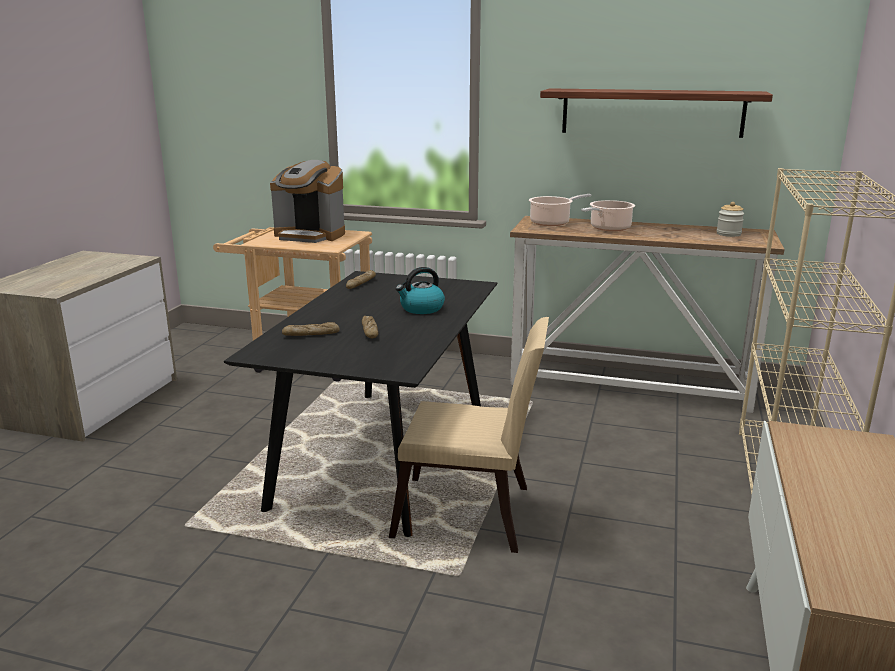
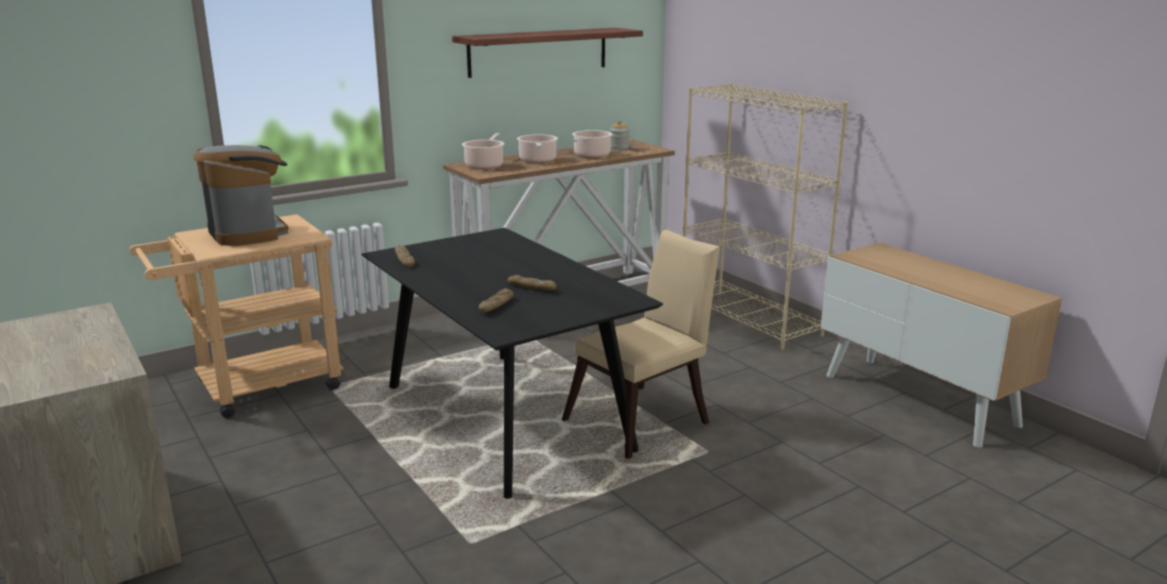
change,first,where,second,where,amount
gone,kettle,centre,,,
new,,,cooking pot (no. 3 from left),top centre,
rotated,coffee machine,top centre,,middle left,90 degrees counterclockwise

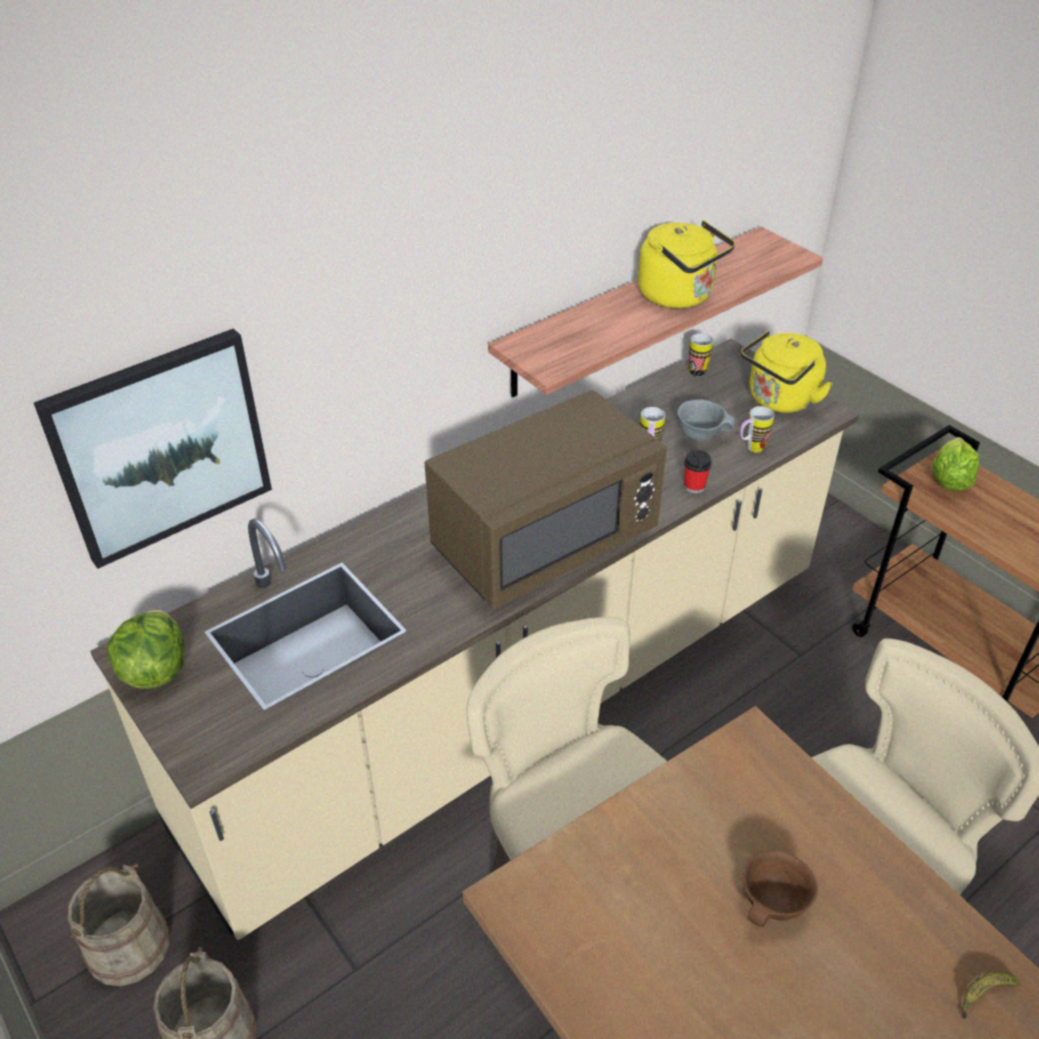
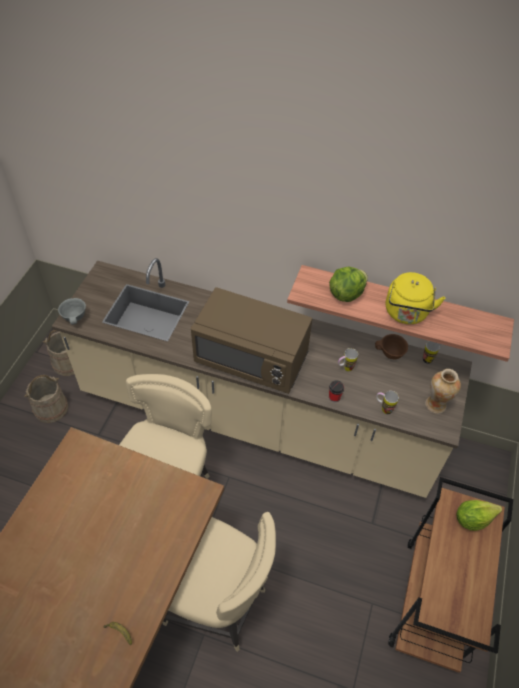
change,first,where,second,where,amount
gone,picture,middle left,,,
shifted,lettuce (no. 1 from left),middle left,,middle right,
shifted,grey bowl,middle right,,middle left,
shifted,brown bowl,bottom right,,middle right,
swapped,yellow kettle (no. 2 from left),middle right,vase,middle right,

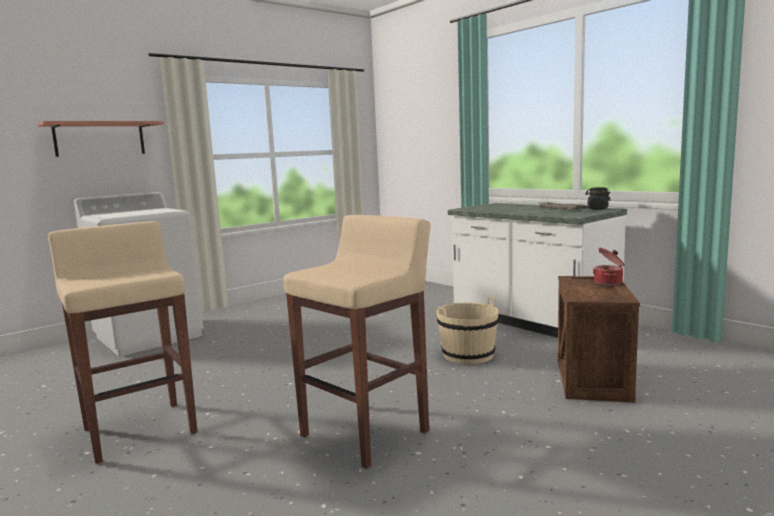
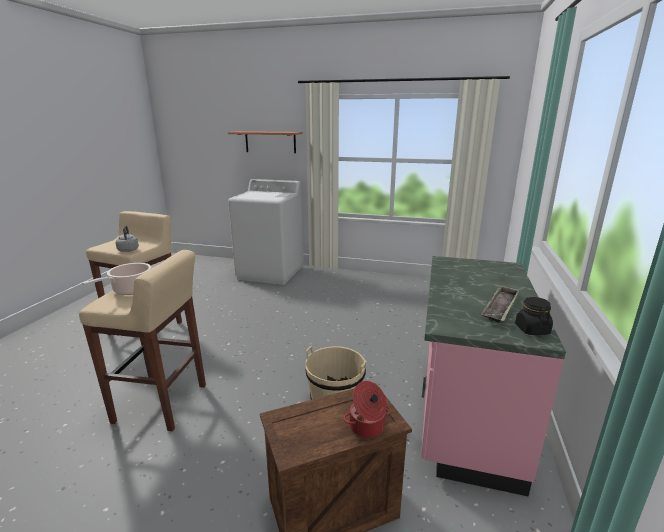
change,first,where,second,where,amount
new,,,cooking pot (no. 1 from left),middle left,
new,,,grey kettle,middle left,
repainted,white counter,middle right,pink counter,bottom right,

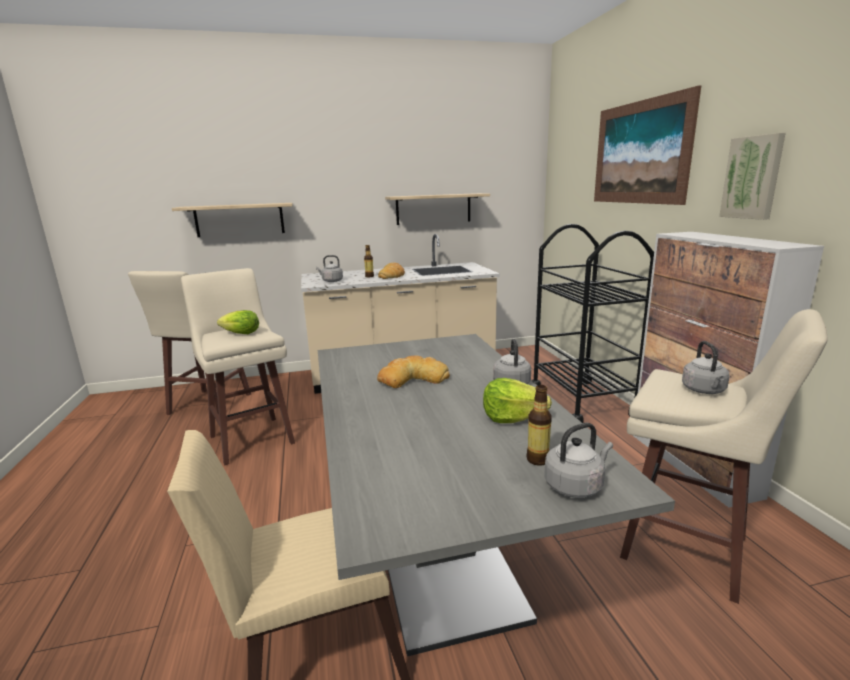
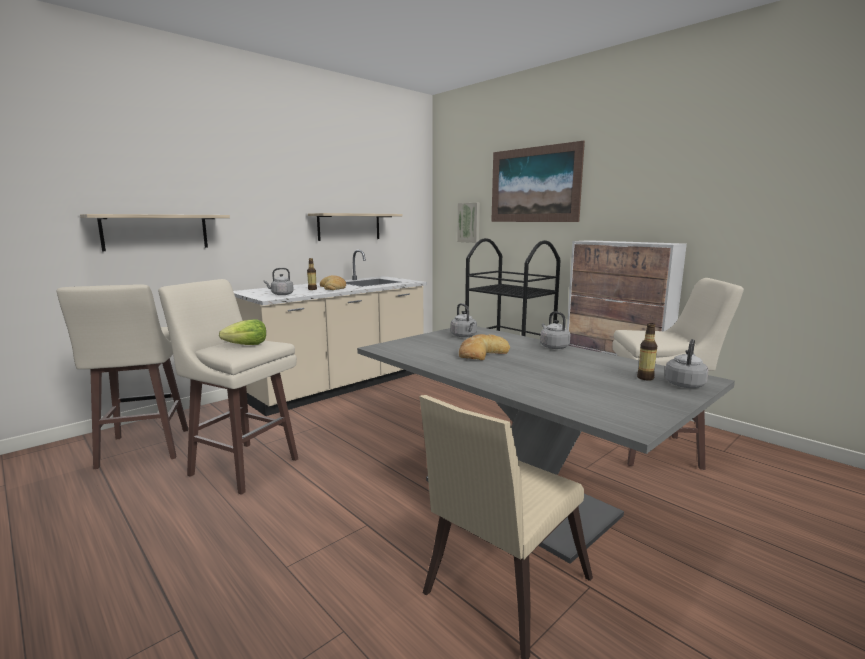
change,first,where,second,where,amount
gone,lettuce (no. 2 from left),centre,,,
shifted,grey kettle (no. 4 from left in the first image),middle right,grey kettle (no. 2 from left),centre,
shifted,picture (no. 2 from left in the first image),top right,picture (no. 1 from left),centre,

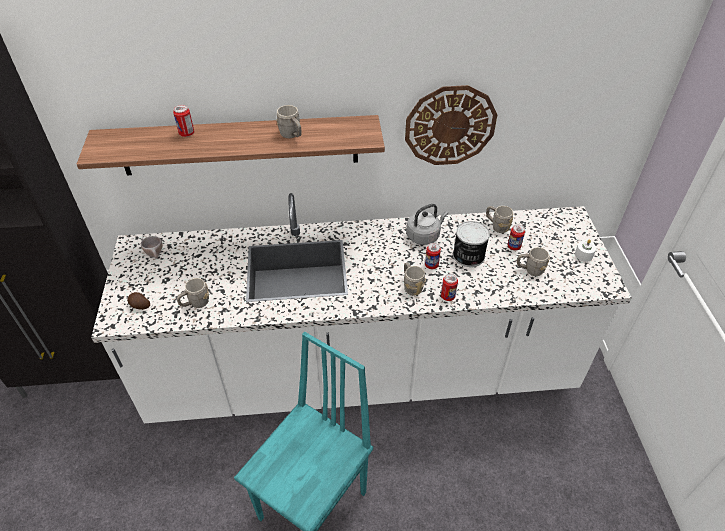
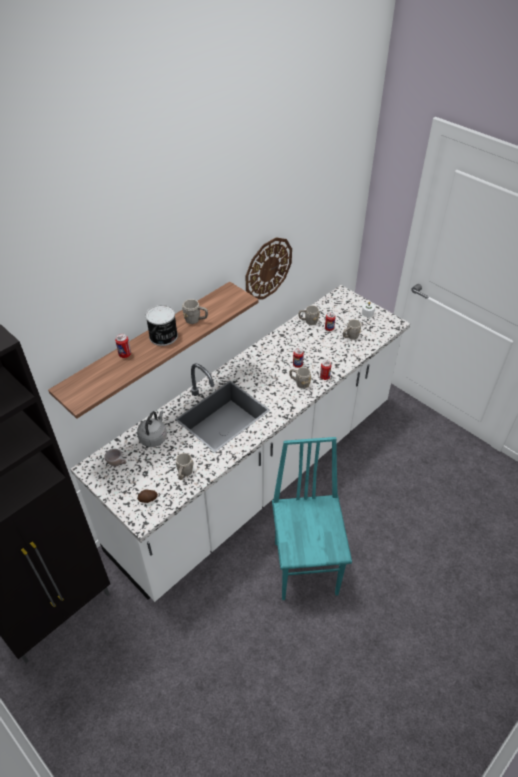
change,first,where,second,where,amount
shifted,grey kettle,centre,,middle left,
shifted,can (no. 4 from left in the first image),centre,can (no. 2 from left),middle left,

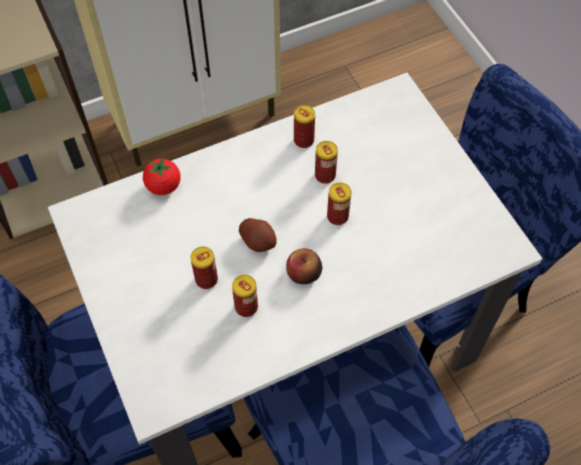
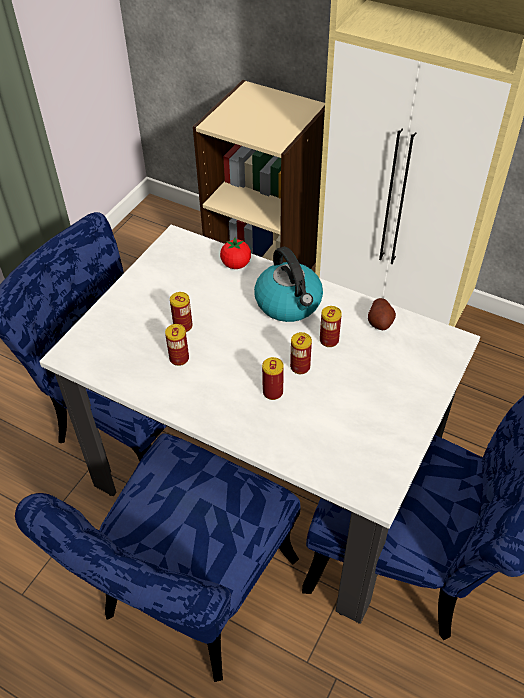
change,first,where,second,where,amount
gone,apple,centre,,,
new,,,kettle,centre,
shifted,potato,centre,,middle right,
shifted,can (no. 3 from left),top centre,,centre,

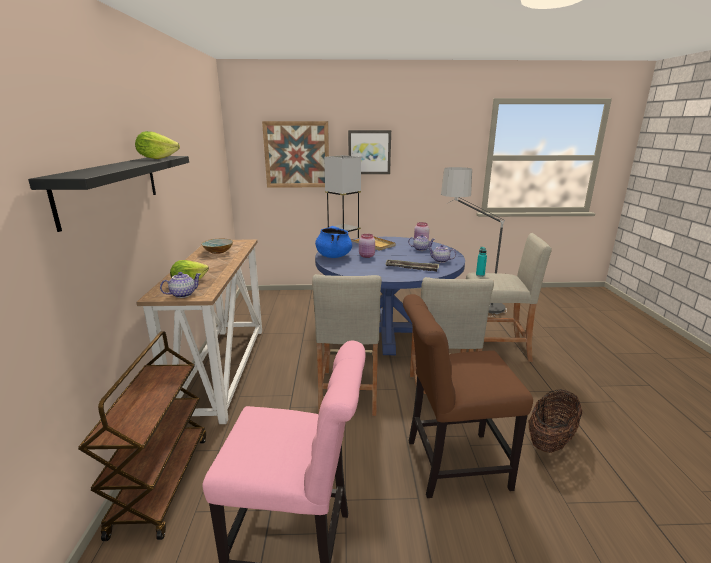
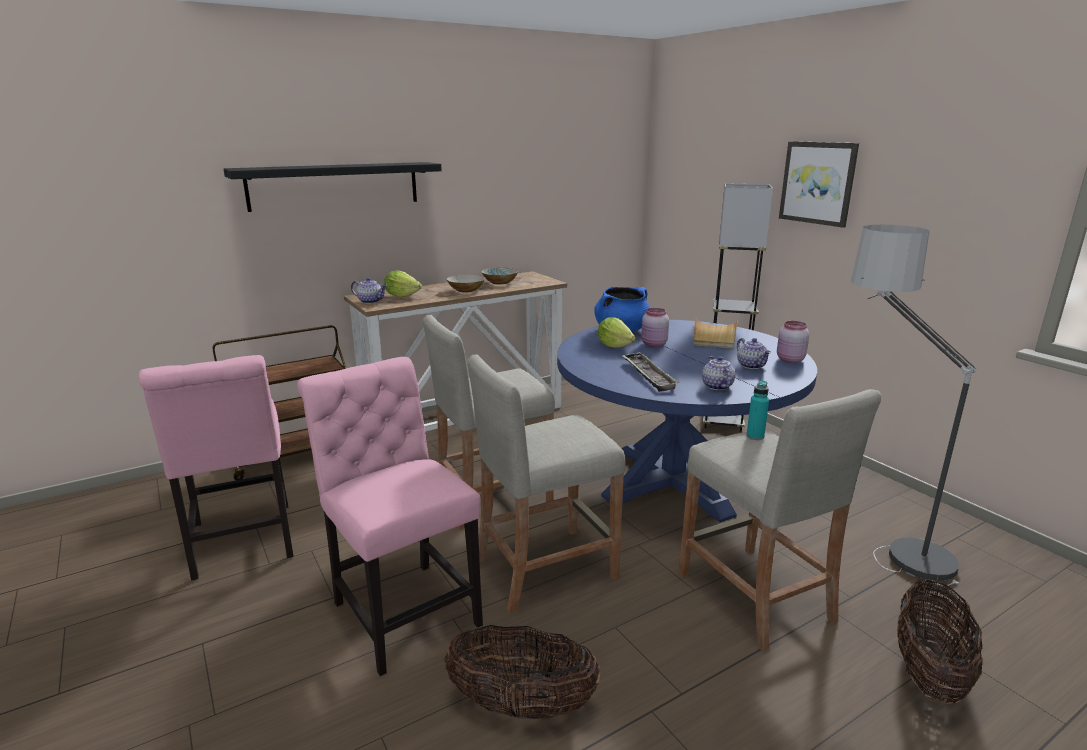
change,first,where,second,where,amount
gone,picture (no. 1 from left),top centre,,,
new,,,bowl (no. 1 from left),centre,
new,,,basket (no. 2 from left),bottom right,
shifted,lettuce (no. 1 from left in the first image),top left,lettuce (no. 2 from left),centre,
repainted,brown chair,bottom centre,pink chair (no. 2 from left),bottom centre,

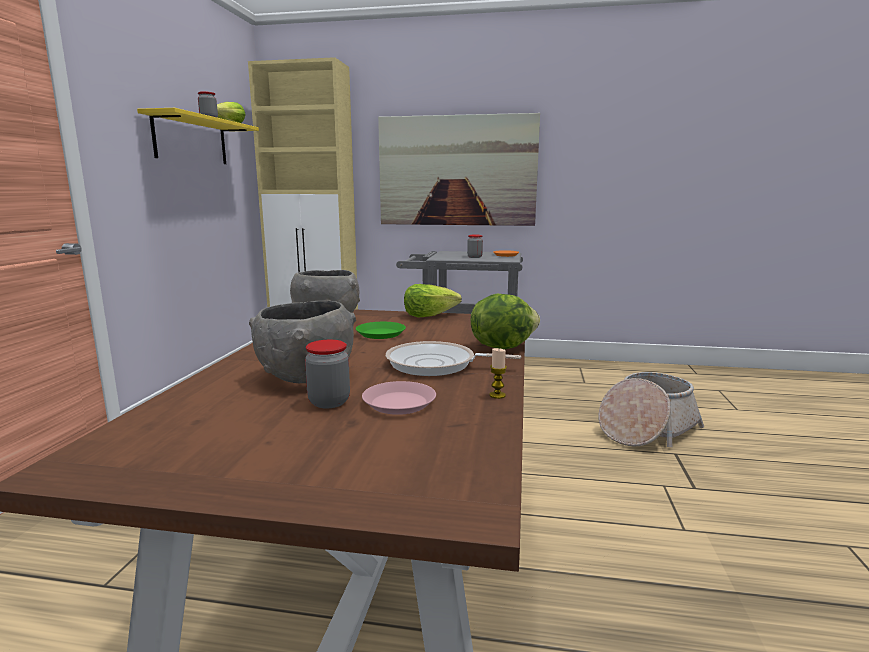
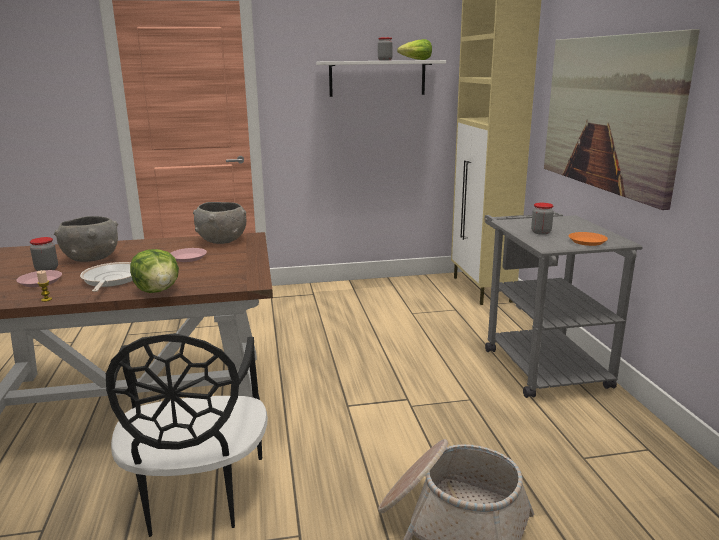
change,first,where,second,where,amount
gone,lettuce (no. 2 from left),centre,,,
new,,,black chair,bottom left,
repainted,yellow shelf,top left,white shelf,top centre,
repainted,green plate,centre,pink plate (no. 2 from left),middle left,

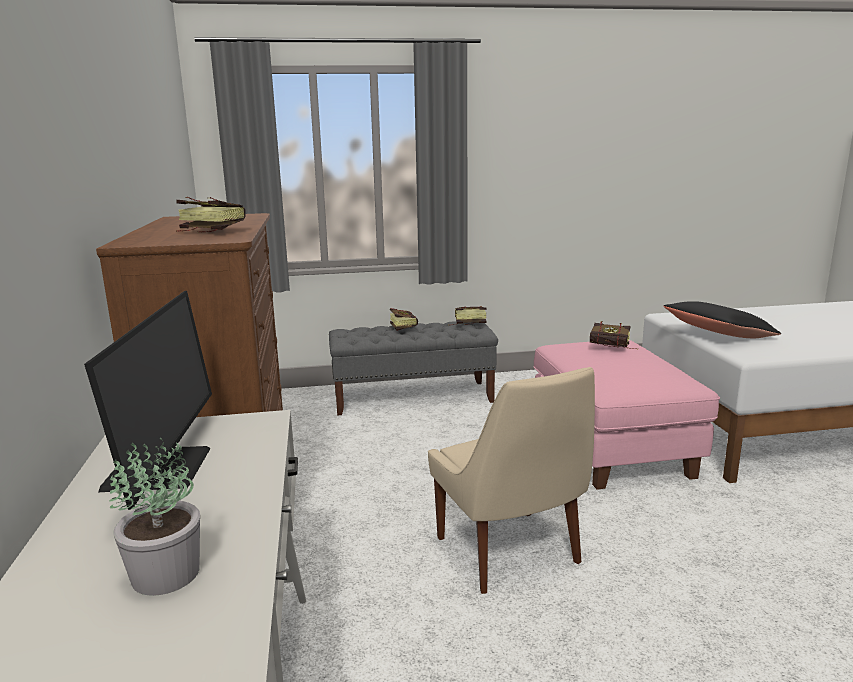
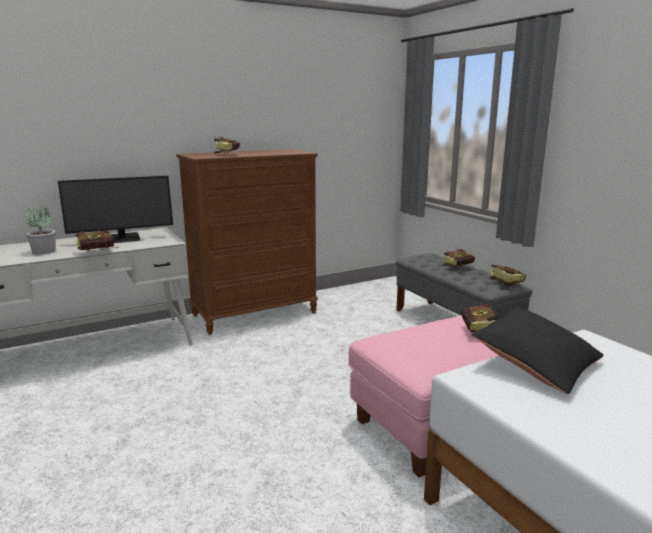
change,first,where,second,where,amount
gone,beige chair,bottom centre,,,
new,,,book (no. 1 from left),middle left,

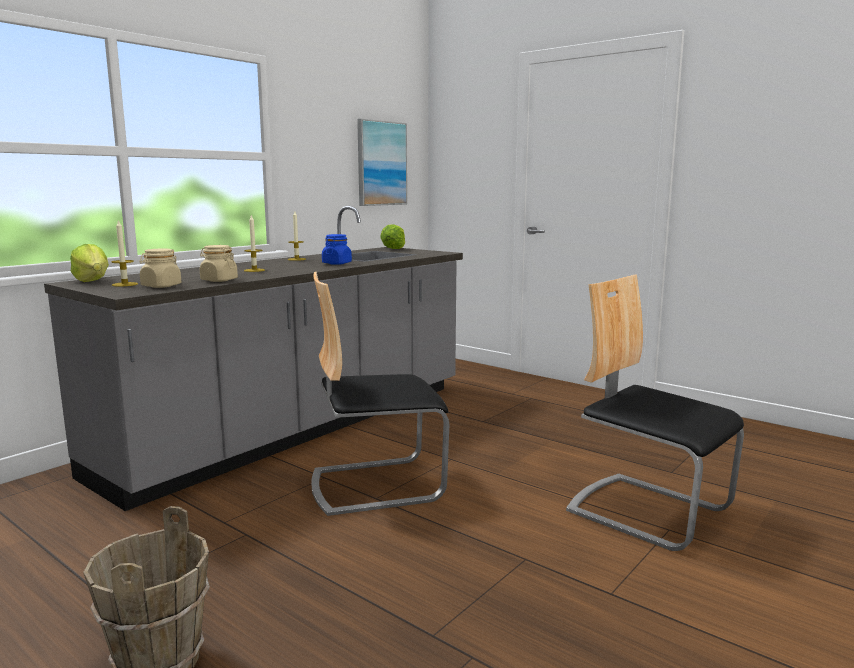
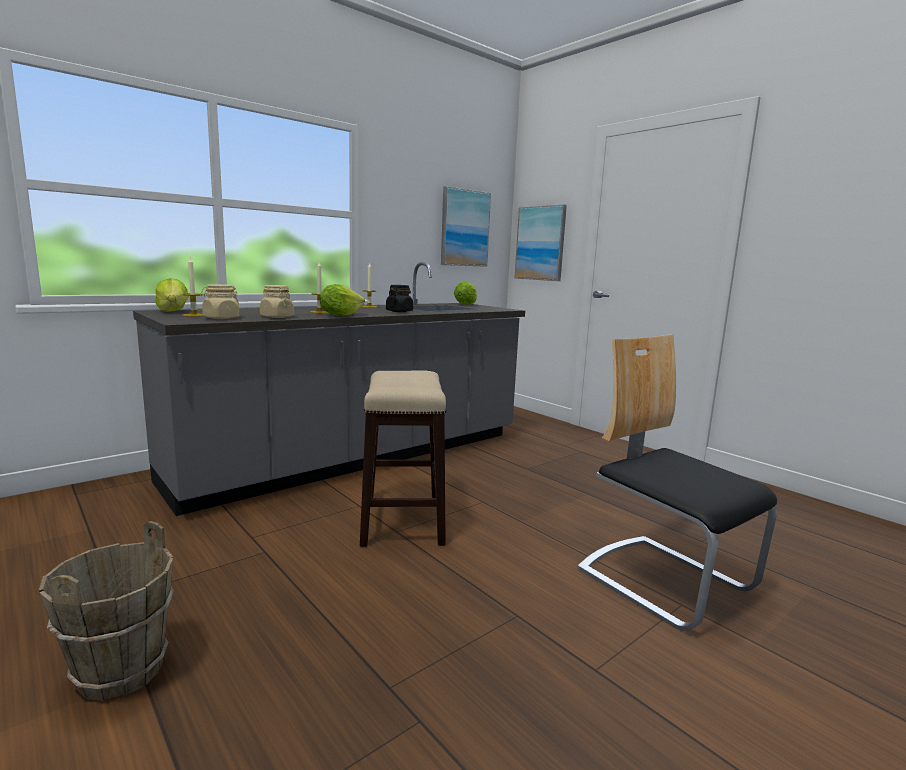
change,first,where,second,where,amount
new,,,lettuce (no. 2 from left),centre,
new,,,picture (no. 2 from left),top centre,
swapped,chair (no. 1 from left),centre,stool,centre,
repainted,blue jar,centre,black jar,centre,

